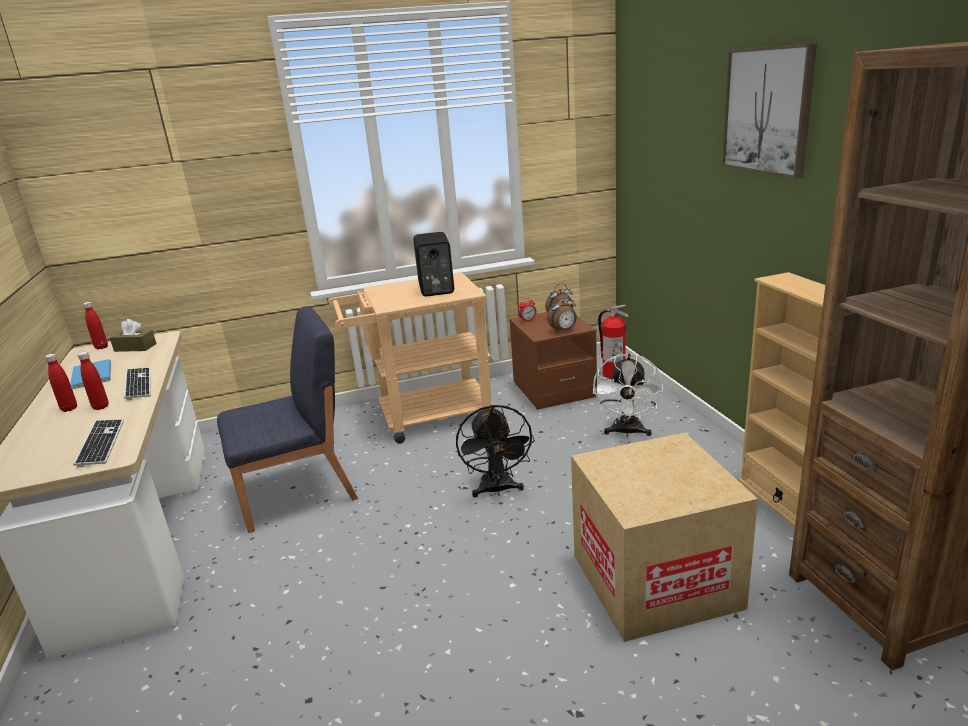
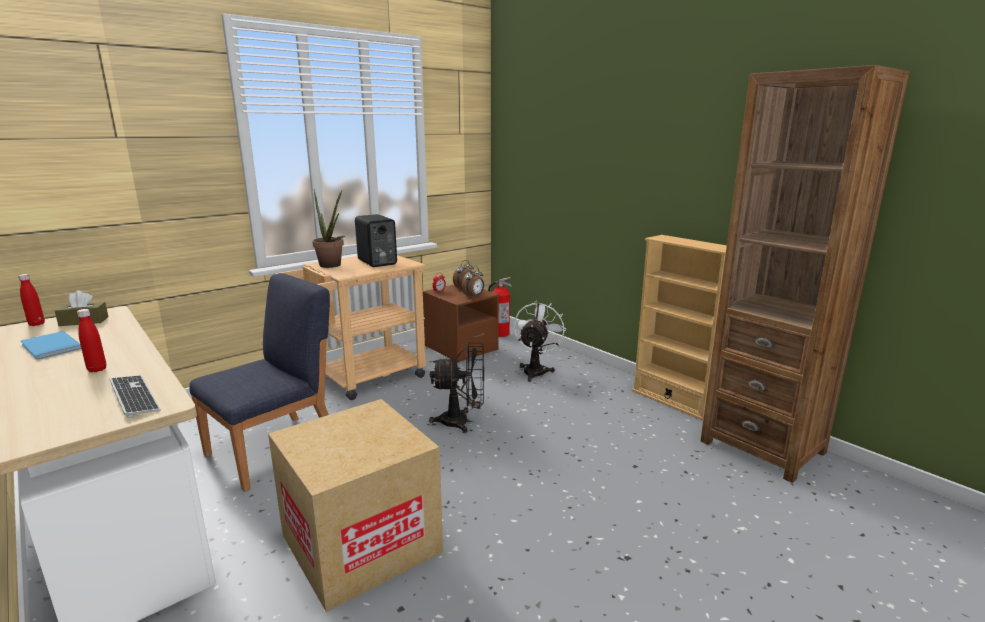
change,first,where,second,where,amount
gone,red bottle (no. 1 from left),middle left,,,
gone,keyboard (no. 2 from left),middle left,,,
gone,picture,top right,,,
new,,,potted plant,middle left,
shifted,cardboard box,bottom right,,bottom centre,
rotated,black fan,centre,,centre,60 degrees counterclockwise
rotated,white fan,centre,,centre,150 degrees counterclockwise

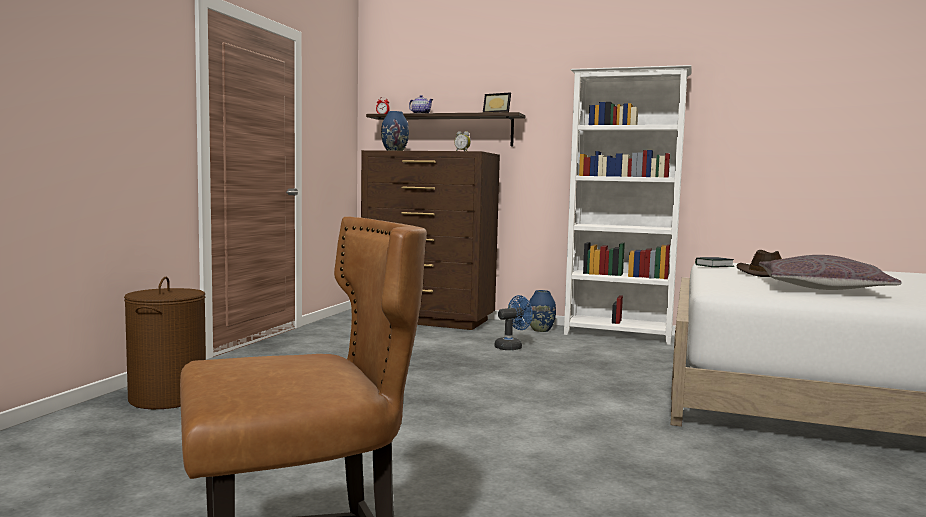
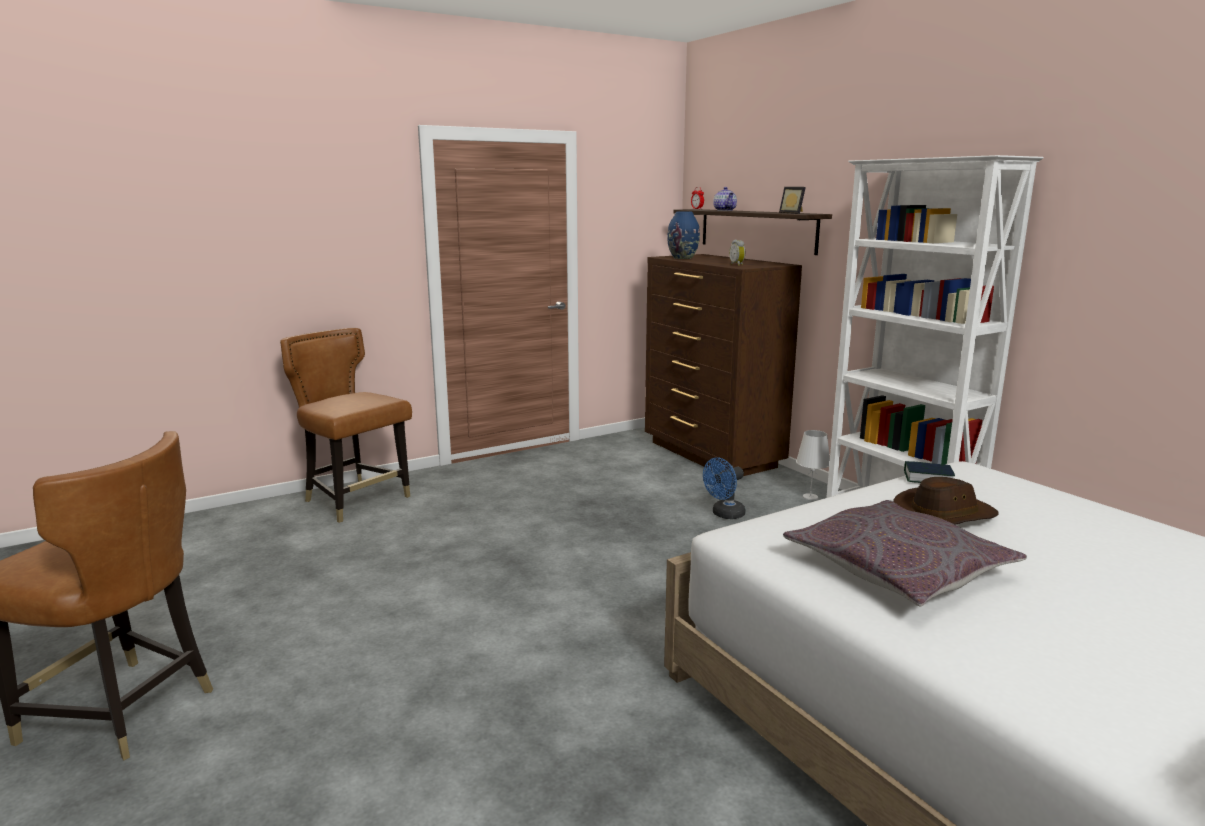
change,first,where,second,where,amount
swapped,brown laundry basket,middle left,brown chair (no. 2 from left),middle left,
swapped,blue vase (no. 2 from left),centre,white table lamp,middle right,
rotated,blue fan,centre,,centre,135 degrees clockwise

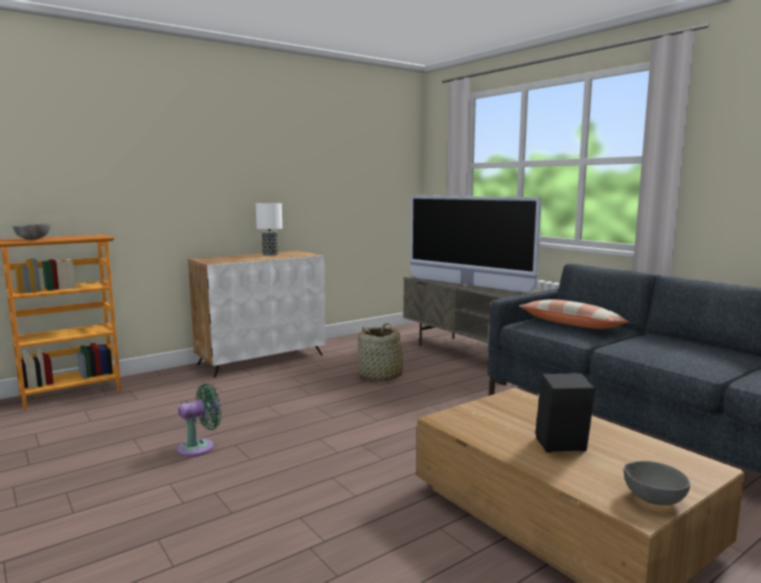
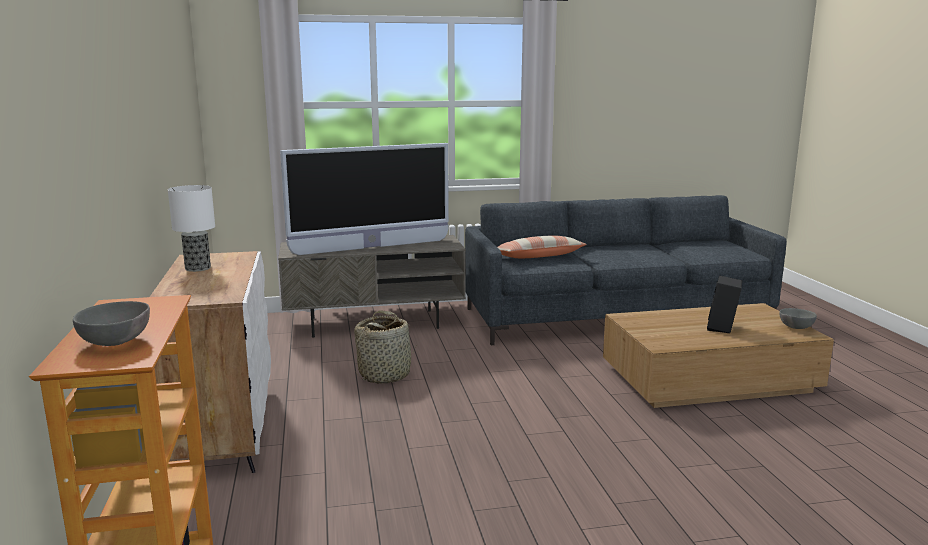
change,first,where,second,where,amount
gone,green fan,bottom left,,,

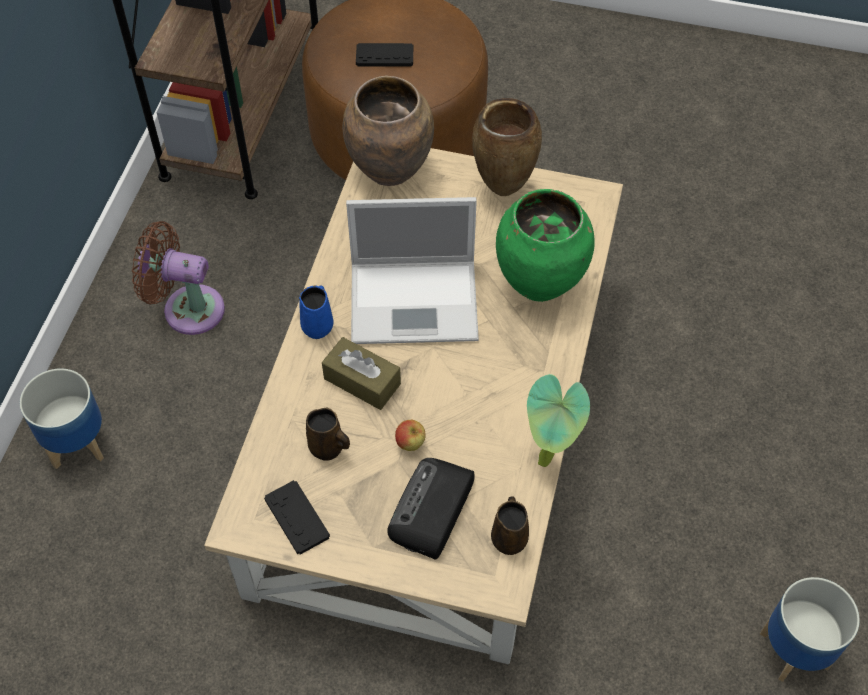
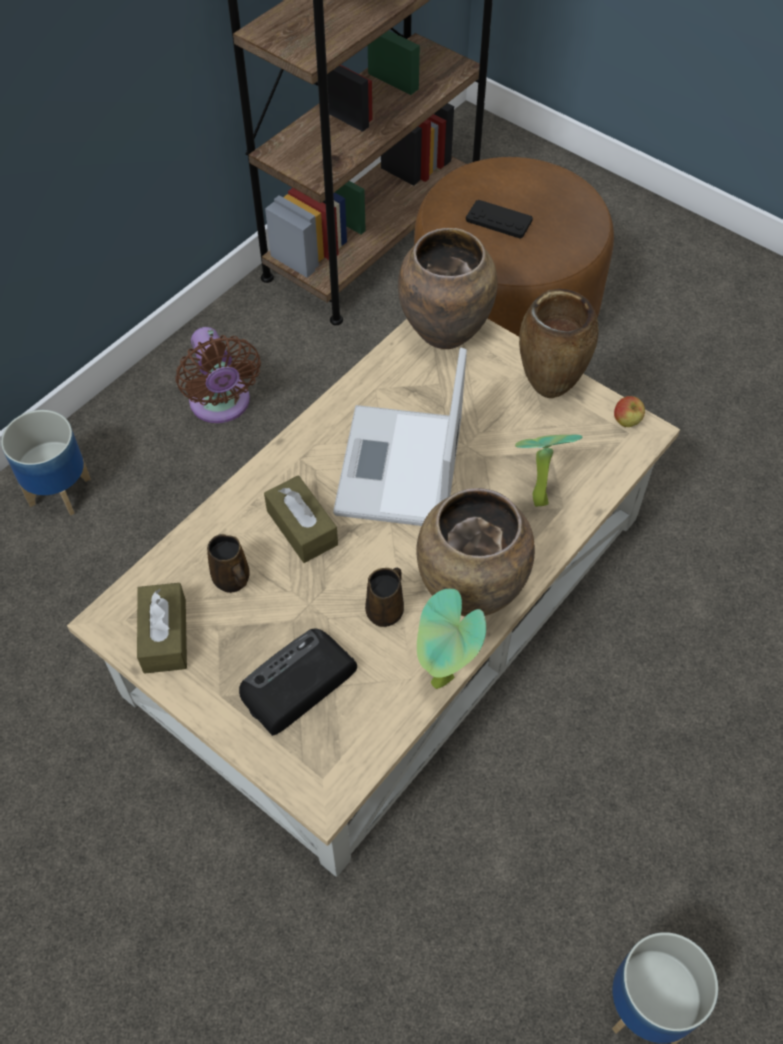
change,first,where,second,where,amount
gone,blue mug,centre,,,
new,,,brown vase (no. 2 from left),centre,
shifted,apple,centre,,middle right,
shifted,brown mug (no. 2 from left),bottom centre,,centre,
swapped,black game controller (no. 1 from left),bottom centre,brown tissue box (no. 1 from left),middle left,
swapped,green vase,centre,potted plant (no. 2 from left),middle right,
rotated,brown fan,middle left,,middle left,150 degrees counterclockwise
rotated,laptop,centre,,centre,75 degrees clockwise

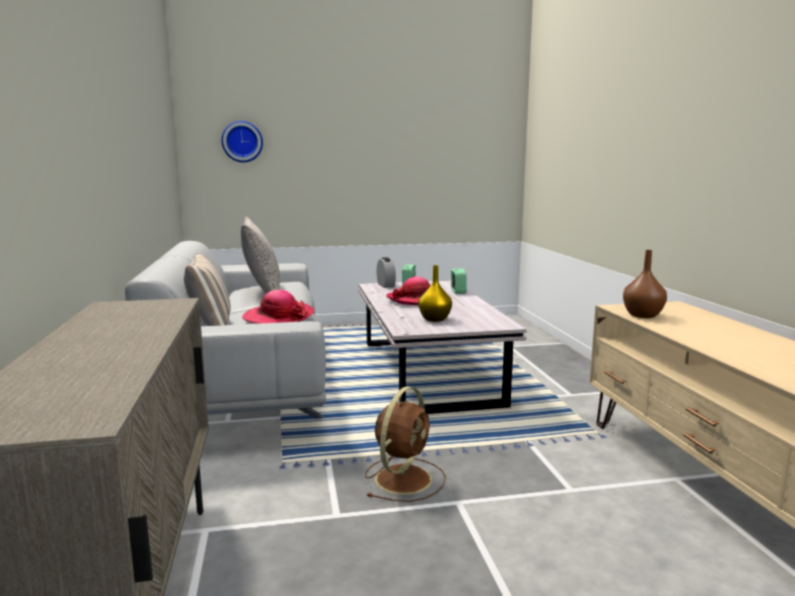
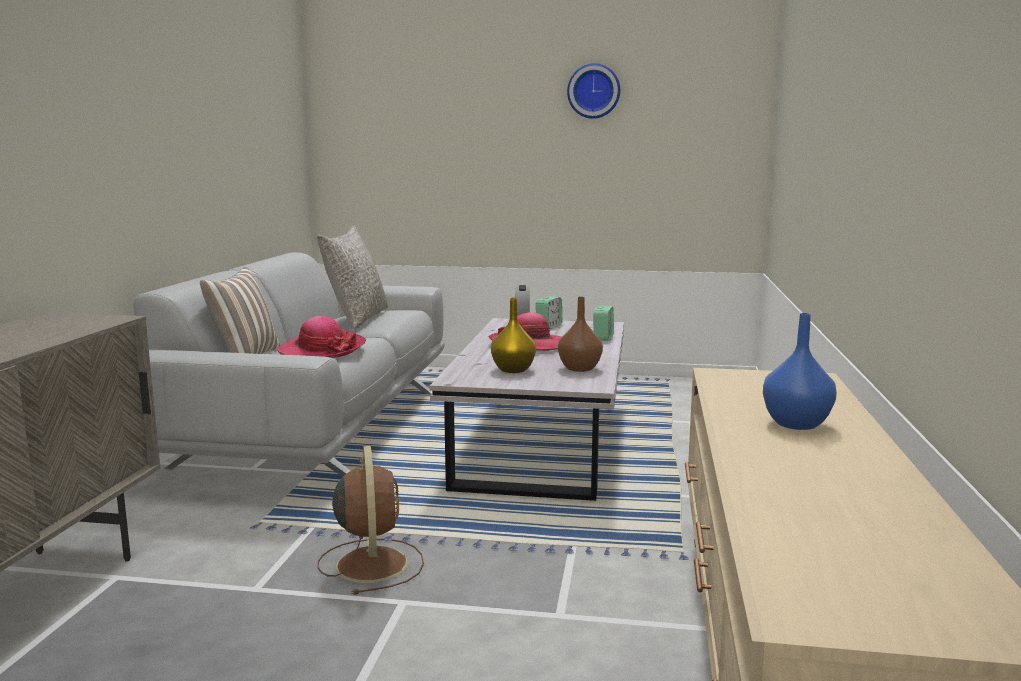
change,first,where,second,where,amount
new,,,blue vase,middle right,
shifted,wall clock,top left,,top centre,
shifted,brown vase,middle right,,centre,
rotated,brown fan,bottom centre,,bottom centre,60 degrees counterclockwise

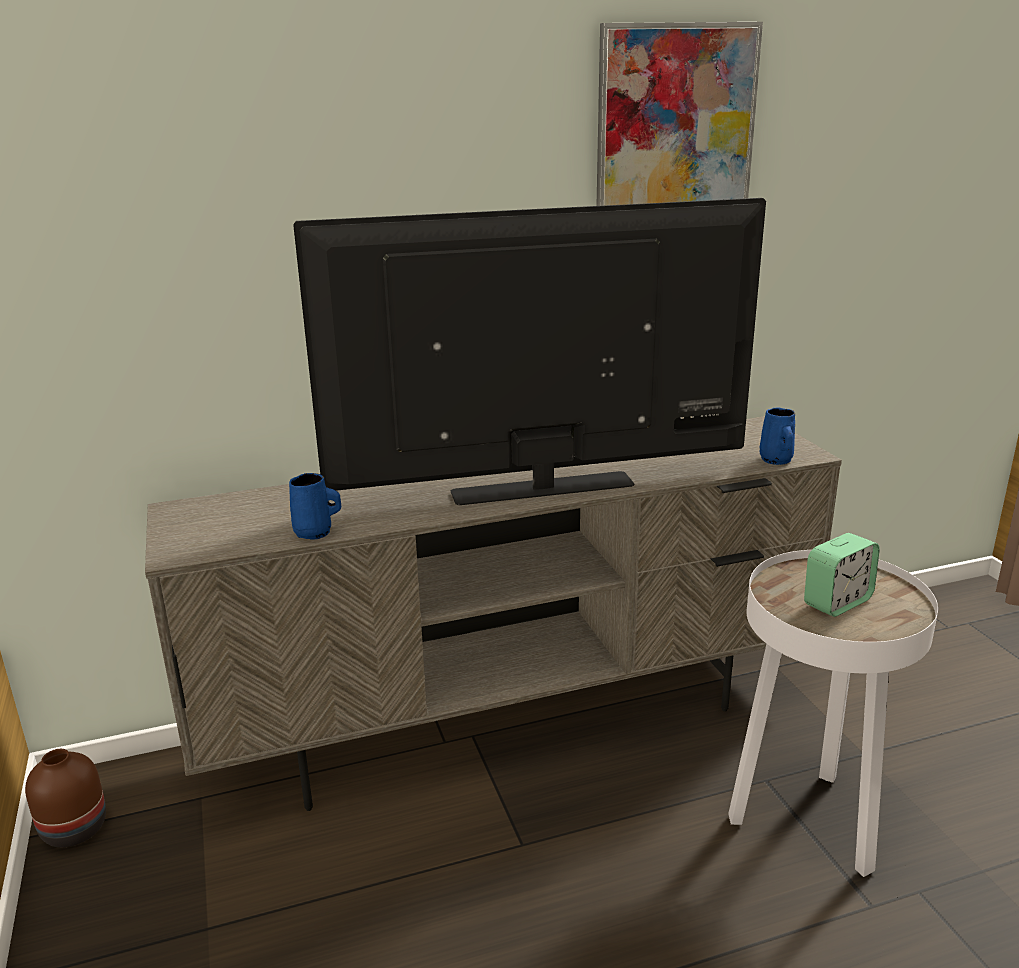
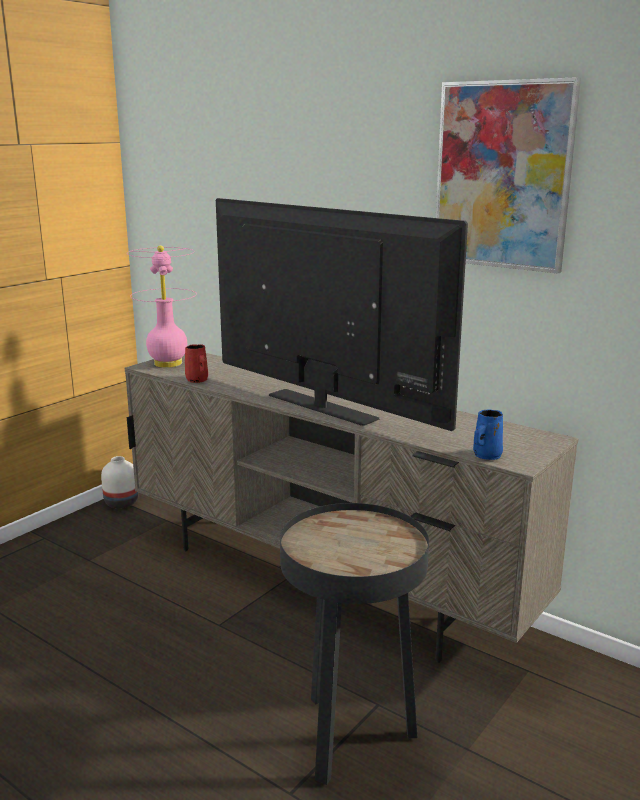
change,first,where,second,where,amount
gone,alarm clock,middle right,,,
new,,,pink table lamp,middle left,
repainted,brown vase,bottom left,white vase,middle left,
repainted,blue mug (no. 1 from left),middle left,red mug,middle left,
repainted,white side table,bottom right,black side table,bottom centre,

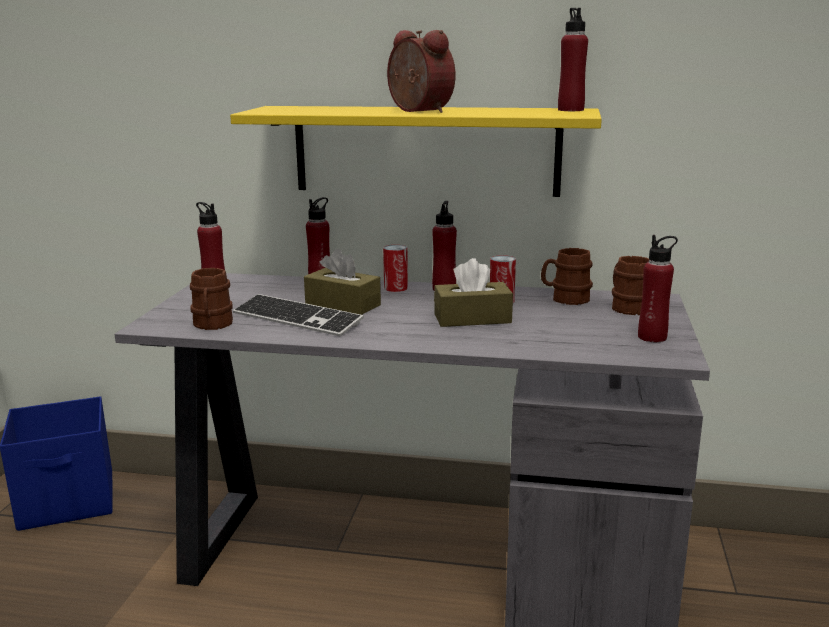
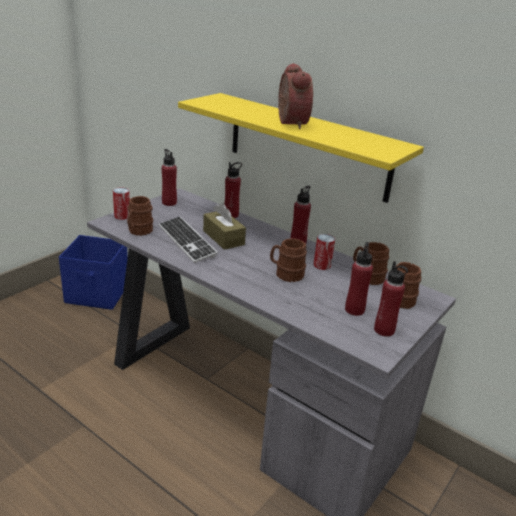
change,first,where,second,where,amount
shifted,can (no. 1 from left),centre,,middle left,
shifted,red bottle (no. 4 from left),top right,,middle right,
swapped,brown tissue box (no. 2 from left),centre,brown mug (no. 2 from left),centre,

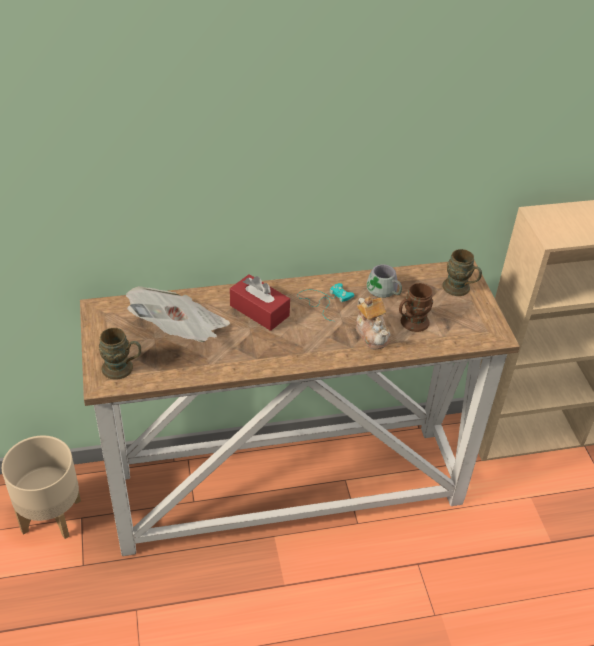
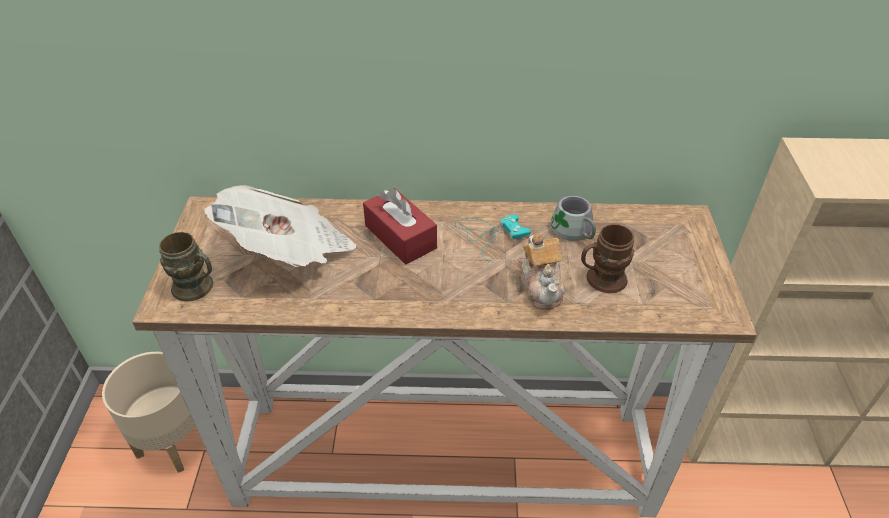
change,first,where,second,where,amount
gone,brown mug (no. 3 from left),middle right,,,

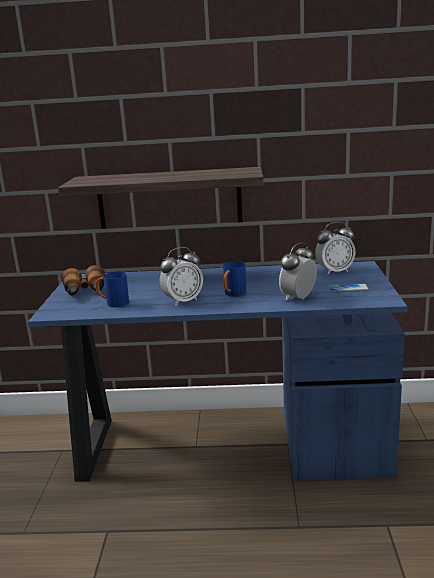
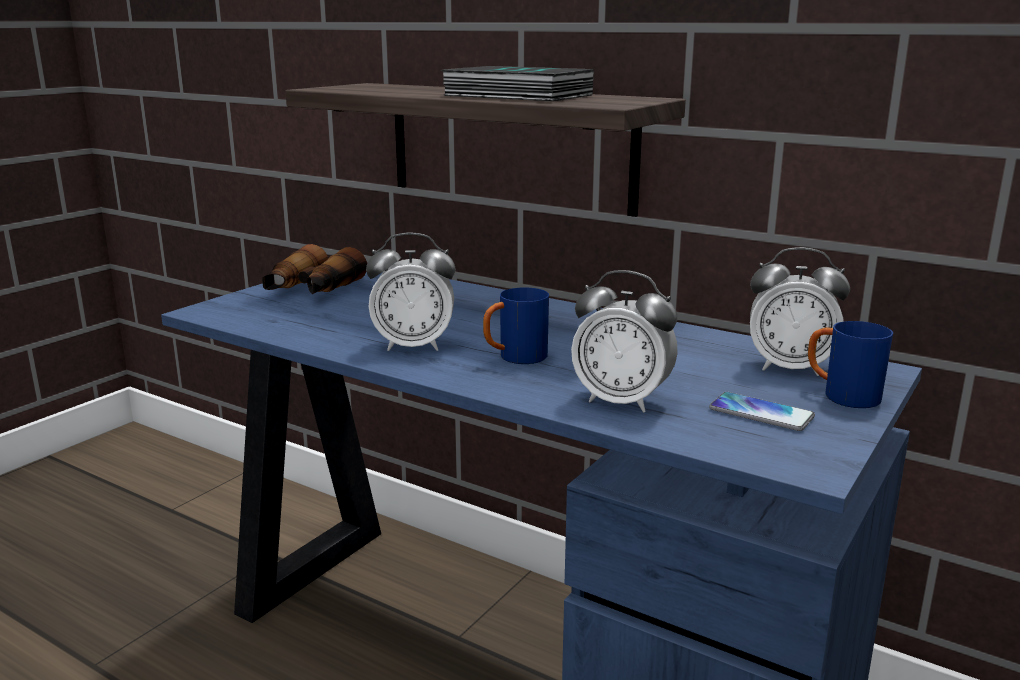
change,first,where,second,where,amount
new,,,book,top centre,
shifted,blue mug (no. 1 from left in the first image),middle left,blue mug (no. 2 from left),middle right,
rotated,alarm clock (no. 2 from left),middle right,,centre,135 degrees counterclockwise

